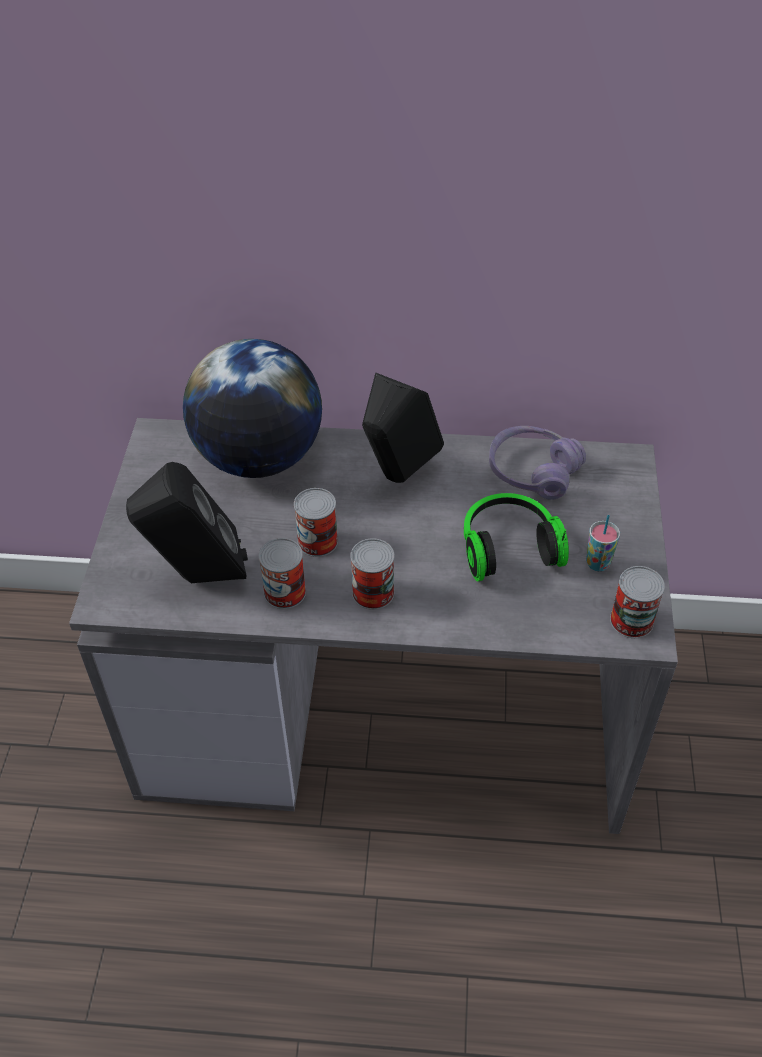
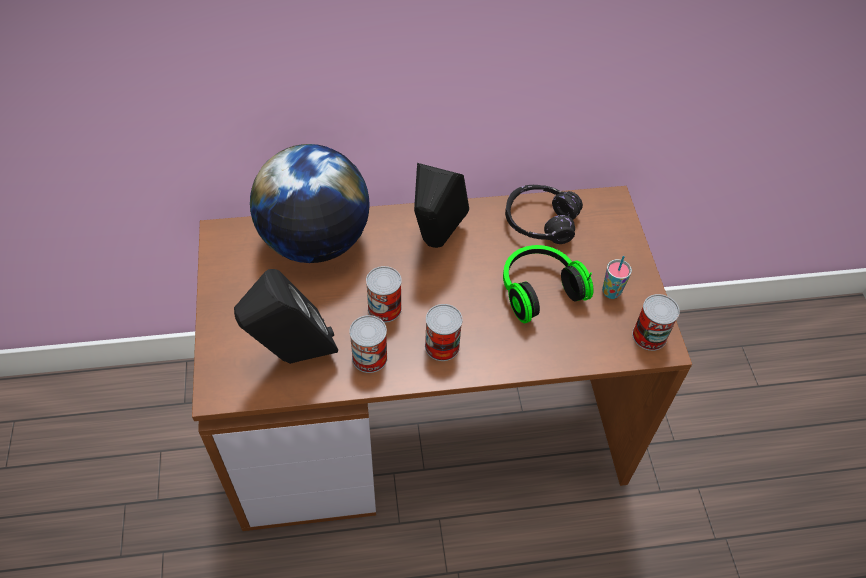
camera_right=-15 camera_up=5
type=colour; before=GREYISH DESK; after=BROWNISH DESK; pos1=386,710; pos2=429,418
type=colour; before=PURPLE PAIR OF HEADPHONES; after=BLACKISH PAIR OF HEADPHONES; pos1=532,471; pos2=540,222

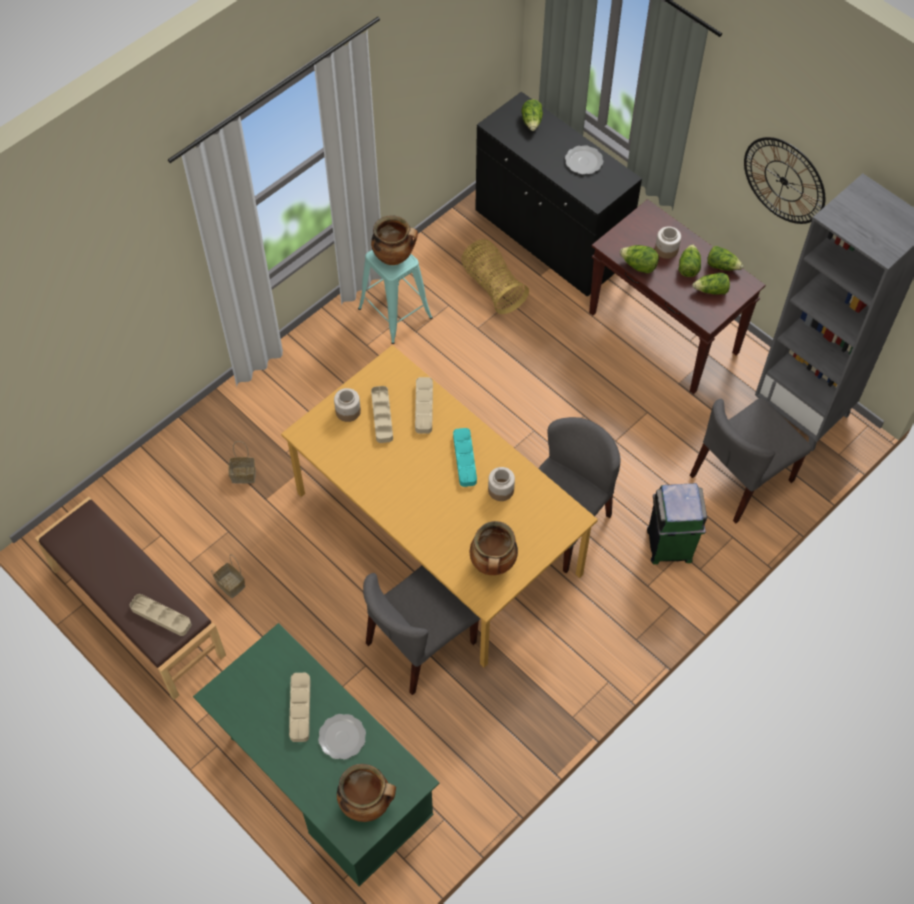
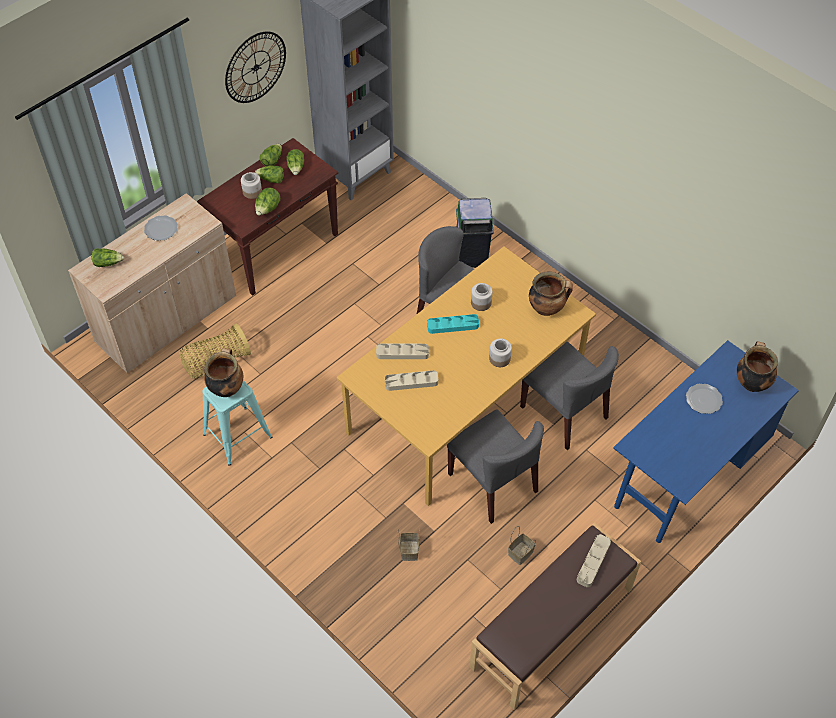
camera_right=-90 camera_up=-5
type=colour; before=BLACKISH STORAGE CABINET; after=BEIGE STORAGE CABINET; pos1=550,238; pos2=167,320
type=relocated; before=GREYISH UPRIGHT CHAIR; pos1=741,479; pos2=493,483
type=relocated; before=PRESERVE JAR; pos1=347,411; pos2=499,359
type=colour; before=GREEN DESK; after=BLUE DESK; pos1=324,783; pos2=687,474
type=missing; before=BEIGE TRAY; pos1=300,708

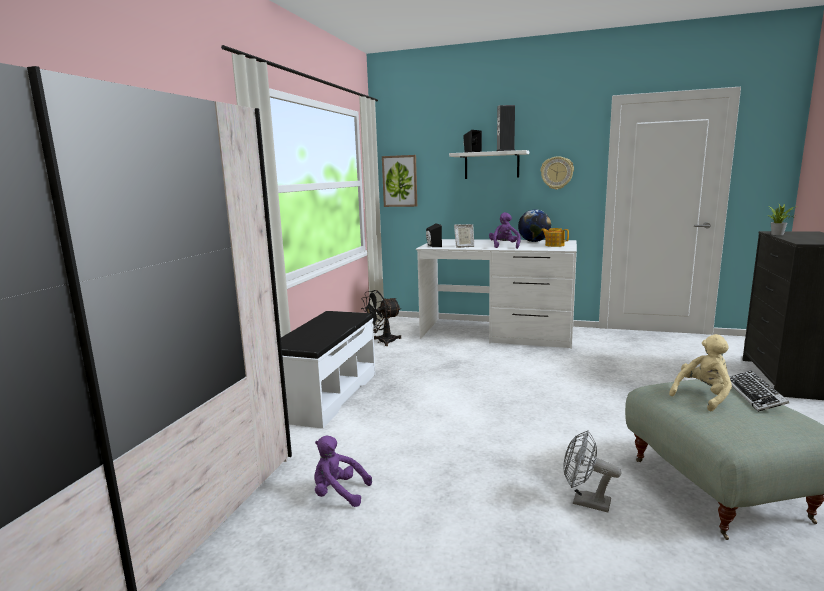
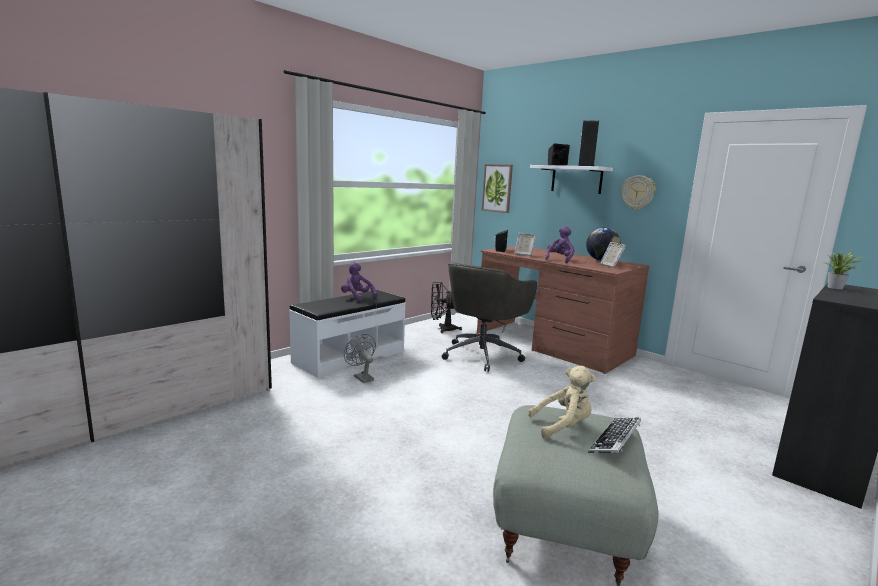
camera_right=25 camera_up=0
type=relocated; before=PURPLE PLUSH TOY; pos1=338,493; pos2=357,297
type=relocated; before=GREYISH FAN; pos1=585,502; pos2=361,377
type=appeared; after=GREYISH OFFICE CHAIR; pos2=483,354
type=colour; before=WHITE-COLOURED DESK; after=BROWNISH DESK; pos1=497,332; pos2=552,344
type=exchanged; before=TEAPOT; after=PHOTO FRAME; pos1=554,245; pos2=610,266

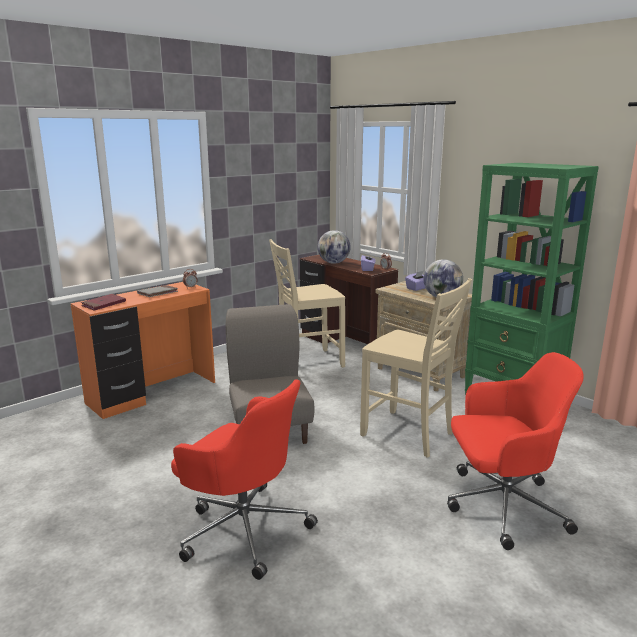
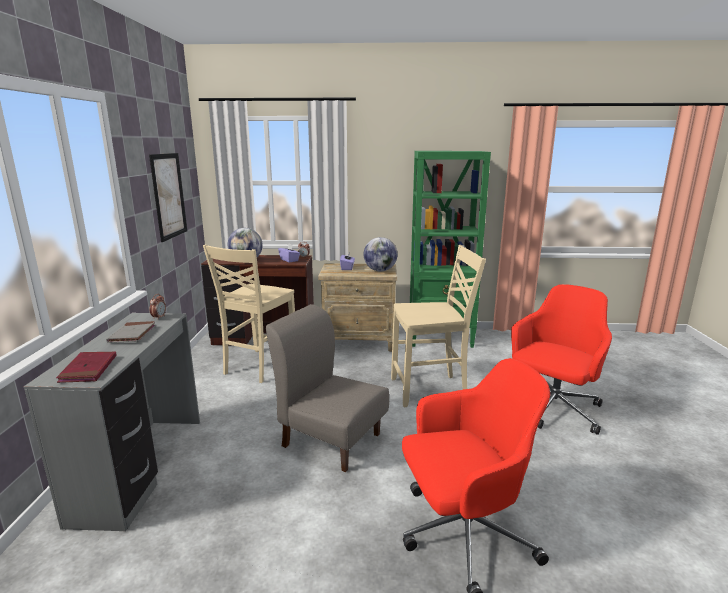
camera_right=-45 camera_up=0
type=colour; before=ORANGEY DESK; after=GREYISH DESK; pos1=153,393; pos2=143,467
type=appeared; after=PICTURE; pos2=169,196

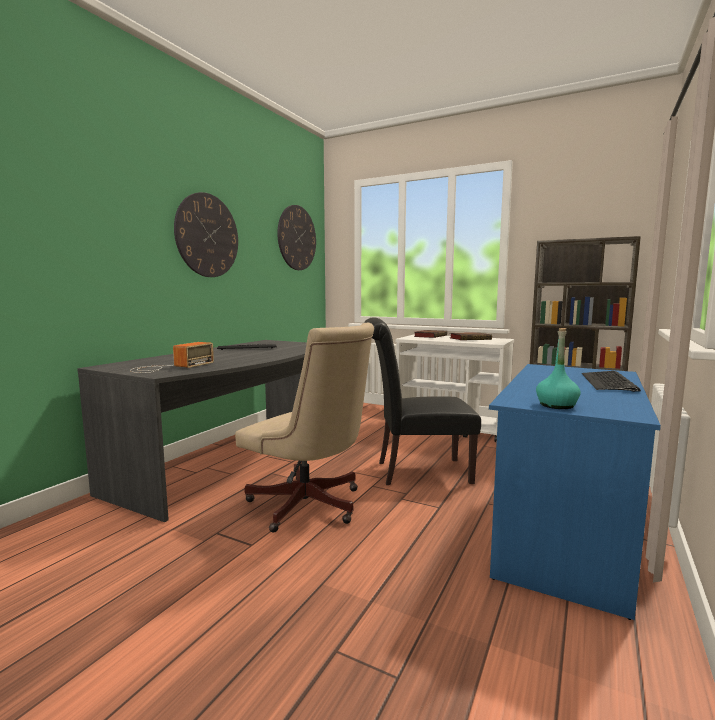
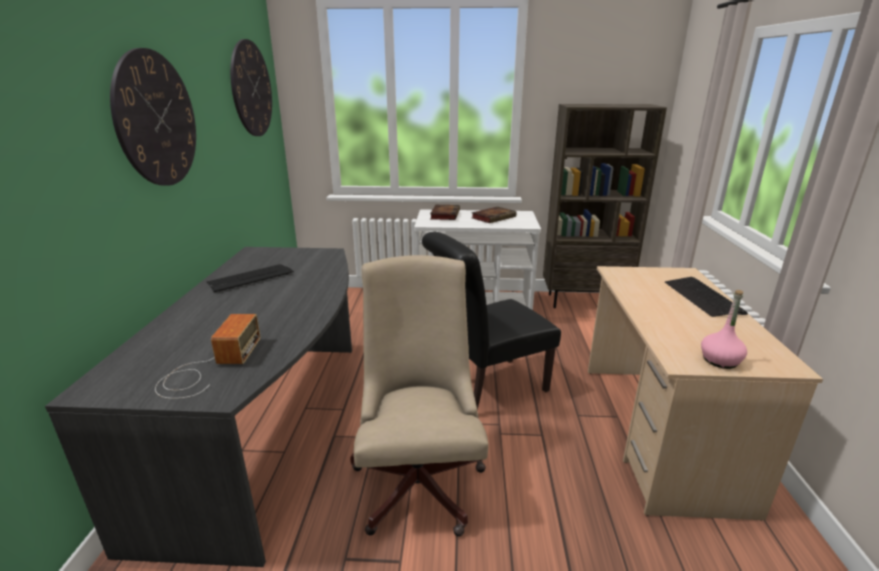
camera_right=-25 camera_up=15
type=spun; before=BEIGE OFFICE CHAIR; pos1=310,507; pos2=420,477; turn=-105
type=colour; before=BLUE DESK; after=BEIGE DESK; pos1=565,531; pos2=658,432
type=colour; before=TURQUOISE BEVERAGE BOTTLE; after=PINKISH BEVERAGE BOTTLE; pos1=556,405; pos2=720,360

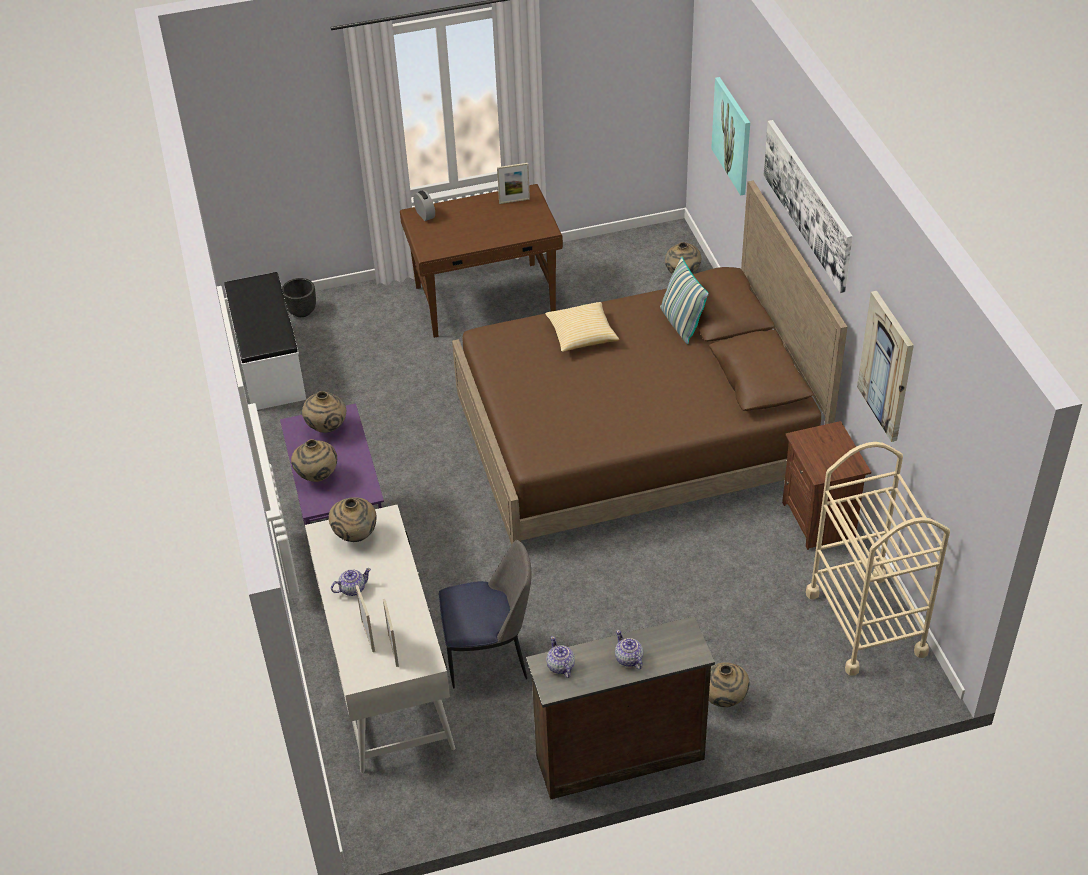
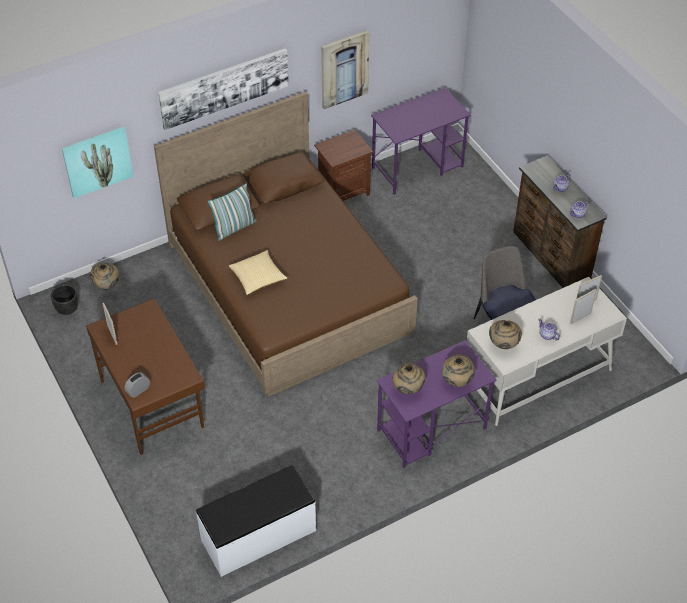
camera_right=-105 camera_up=5
type=relocated; before=BLACKISH PLANT POT; pos1=302,311; pos2=67,309
type=exchanged; before=BEIGE WHEELED CART; after=PURPLE DESK; pos1=865,623; pos2=418,167
type=missing; before=BEIGE FLOWER VASE; pos1=723,700

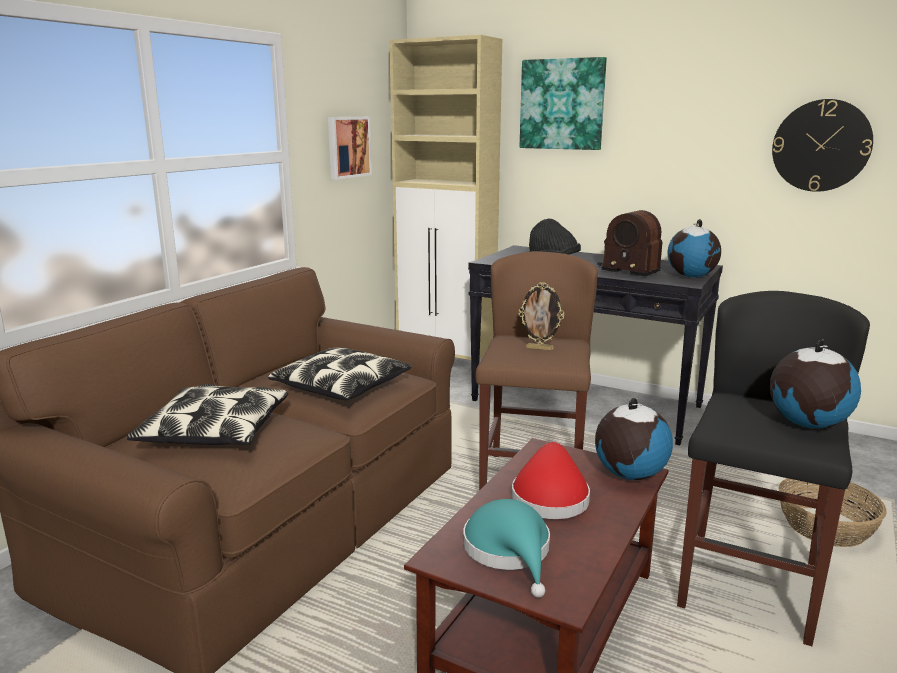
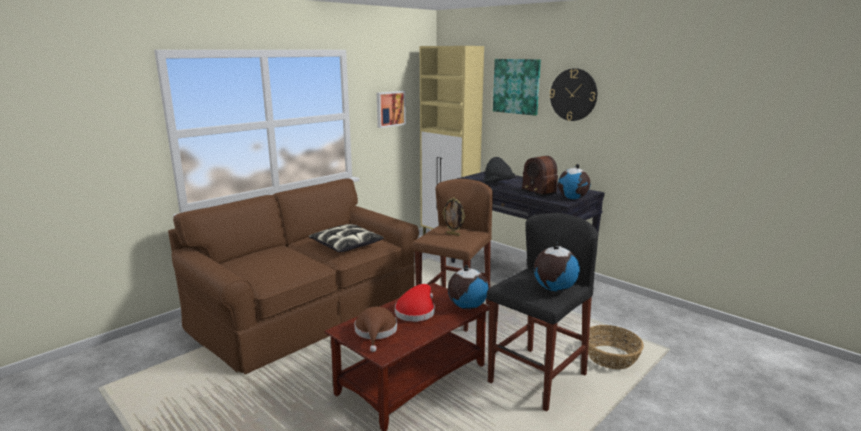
camera_right=15 camera_up=0
type=colour; before=TURQUOISE CLOTHING HAT; after=BROWNISH CLOTHING HAT; pos1=509,551; pos2=376,332
type=relocated; before=HANGING CLOCK; pos1=821,145; pos2=573,94
type=missing; before=CUSHION; pos1=214,431

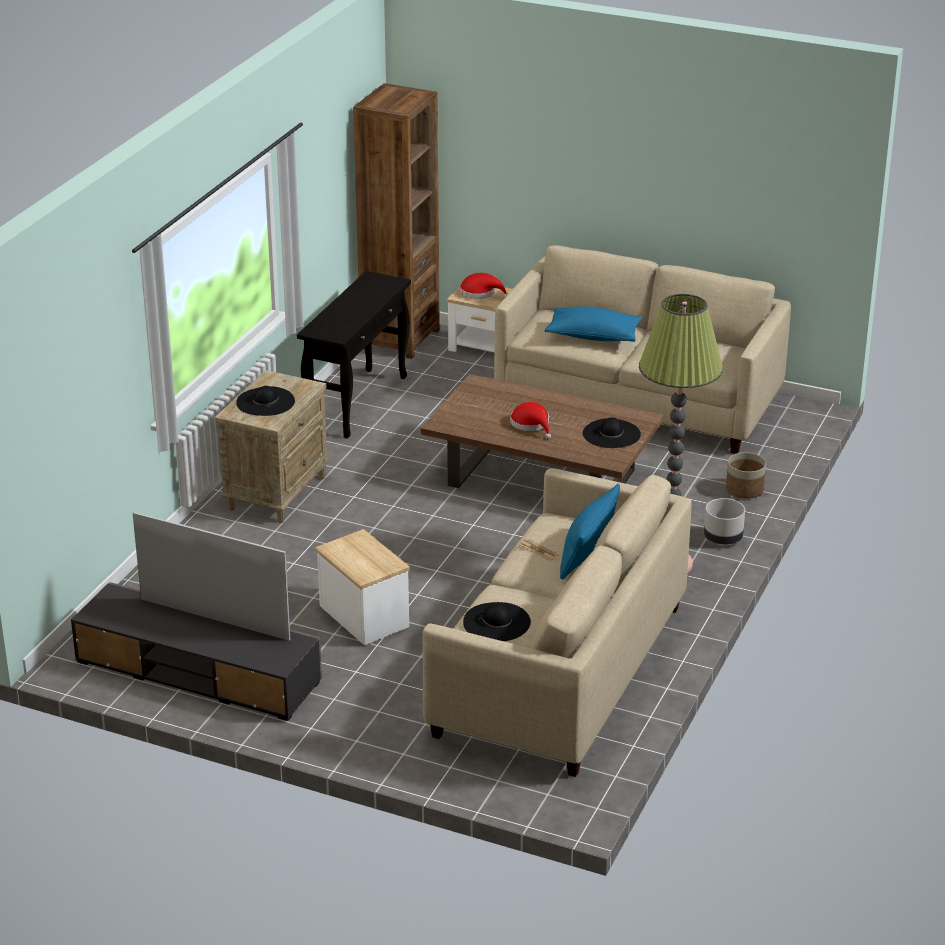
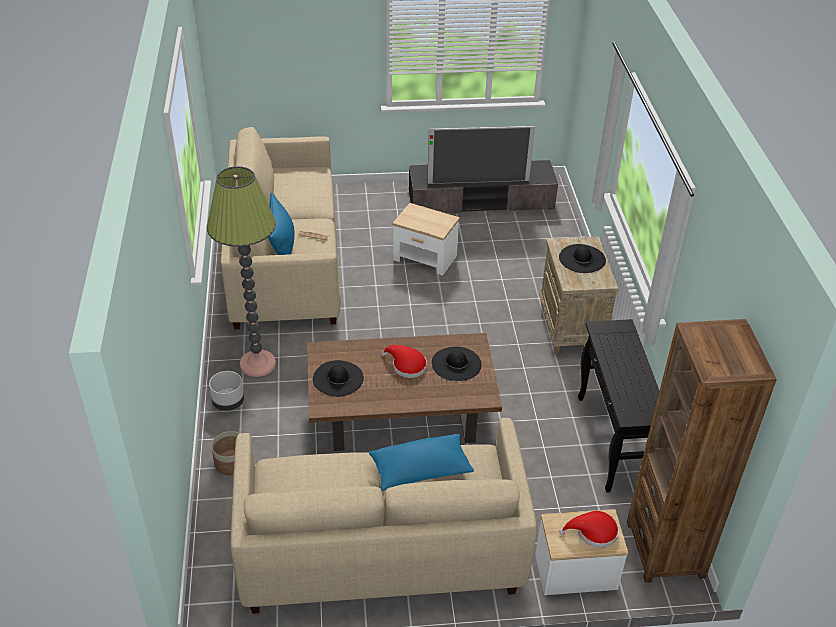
camera_right=150 camera_up=10
type=relocated; before=BLACKISH CLOTHING HAT; pos1=497,622; pos2=456,364

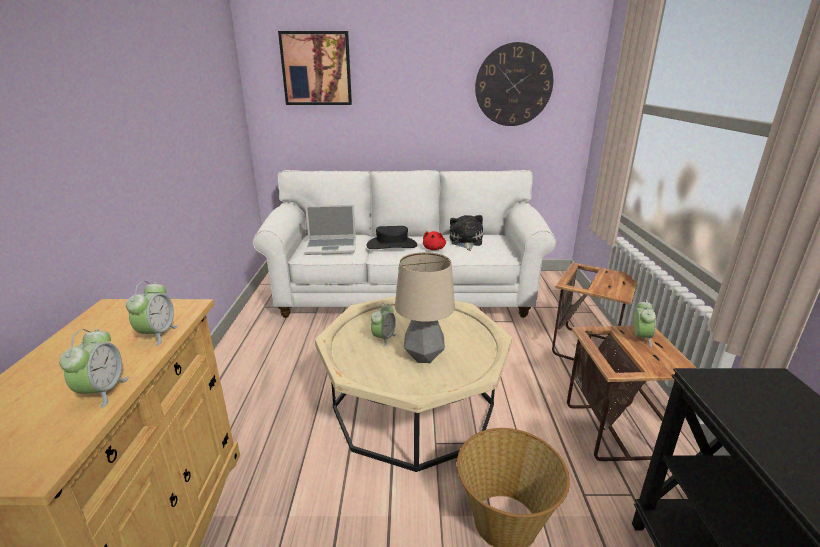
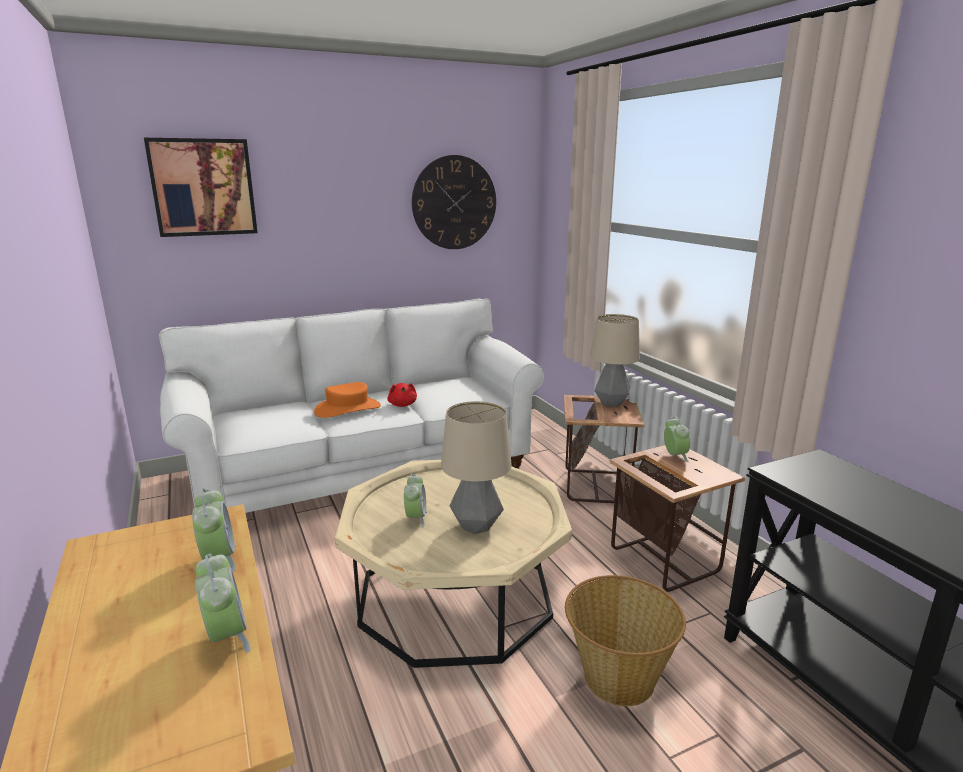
camera_right=-25 camera_up=-5
type=colour; before=BLACKISH CLOTHING HAT; after=ORANGEY CLOTHING HAT; pos1=392,245; pos2=348,409
type=appeared; after=LAMP FOR A TABLE; pos2=611,403
type=missing; before=LAPTOP; pos1=332,247
type=missing; before=PLUSH TOY; pos1=465,241

